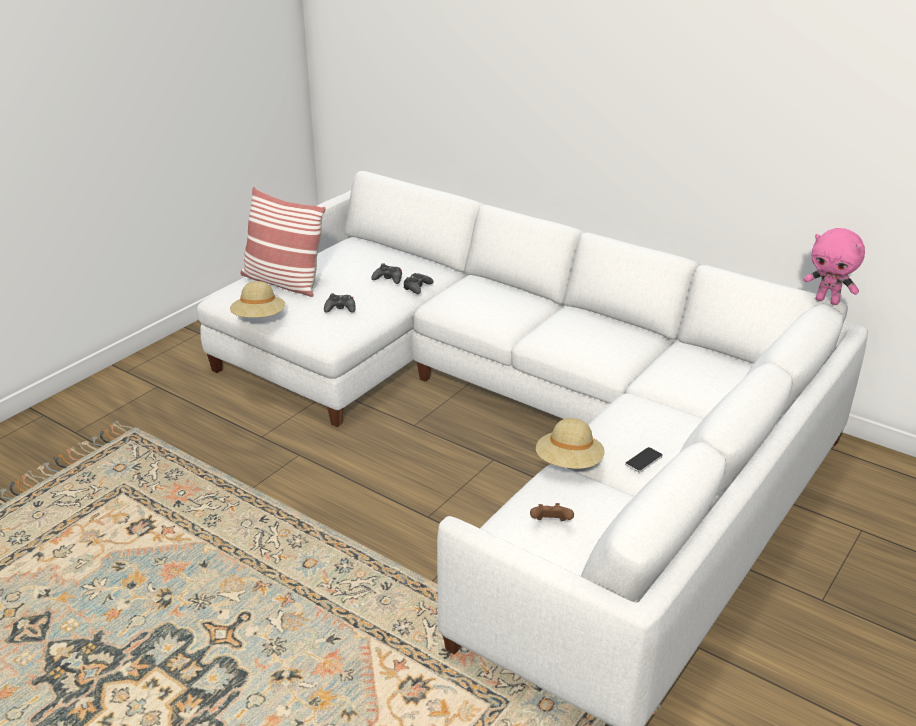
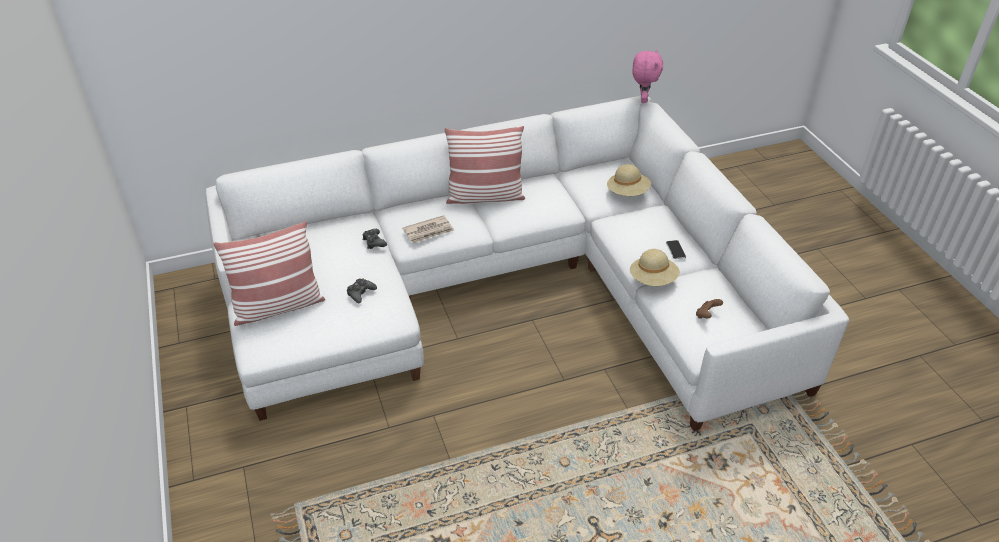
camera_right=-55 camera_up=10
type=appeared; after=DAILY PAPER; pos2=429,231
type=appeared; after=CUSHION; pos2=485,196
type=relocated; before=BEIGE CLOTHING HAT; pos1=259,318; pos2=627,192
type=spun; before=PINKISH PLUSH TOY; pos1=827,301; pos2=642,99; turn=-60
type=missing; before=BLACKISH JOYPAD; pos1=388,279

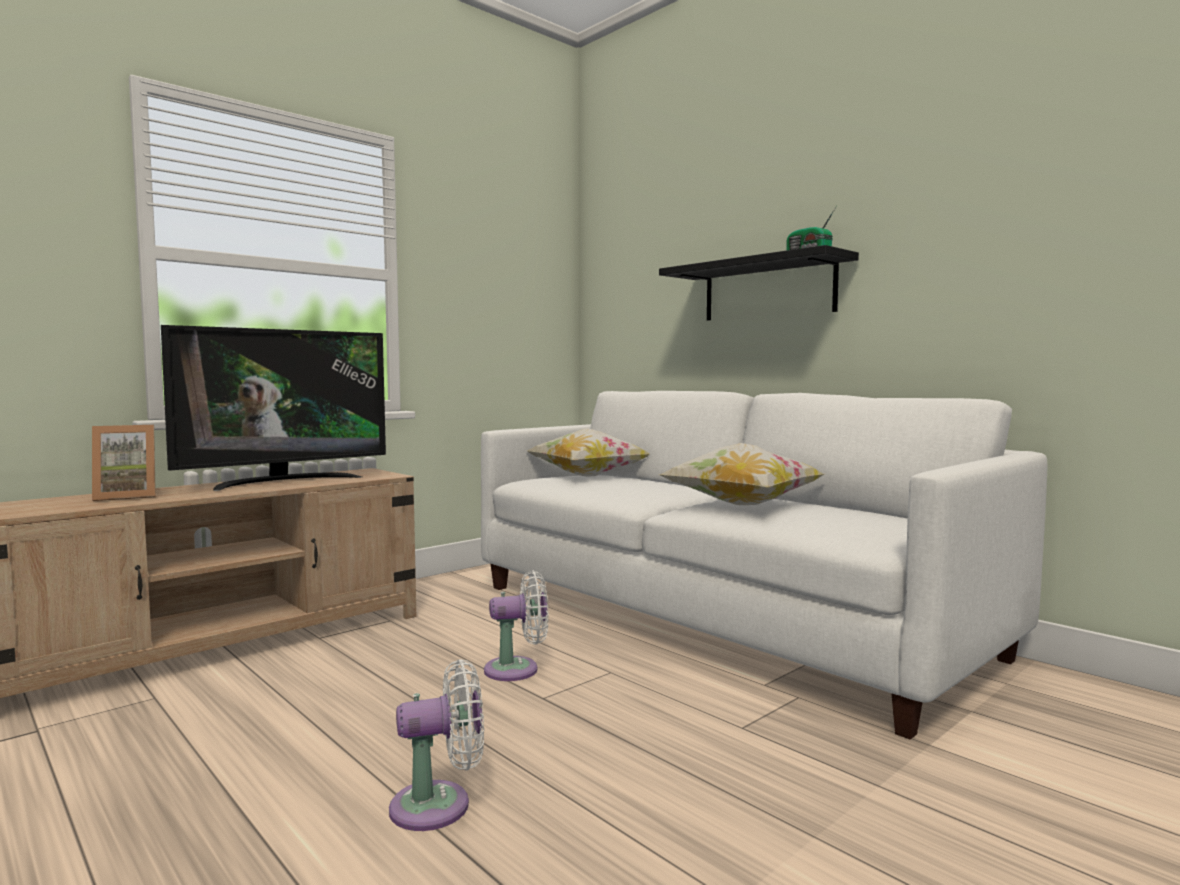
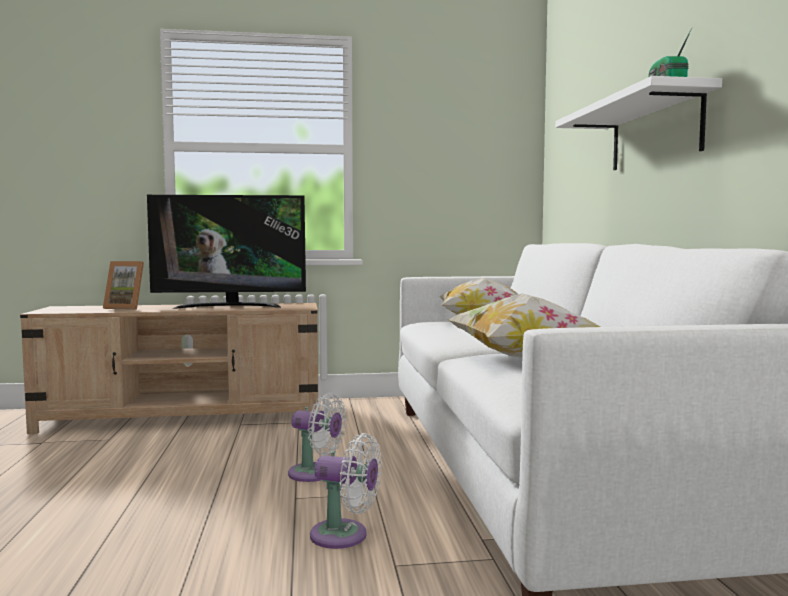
camera_right=35 camera_up=0
type=relocated; before=WHITE-COLOURED FAN; pos1=439,805; pos2=345,536
type=colour; before=BLACKISH SHELF; after=WHITE-COLOURED SHELF; pos1=768,290; pos2=654,132

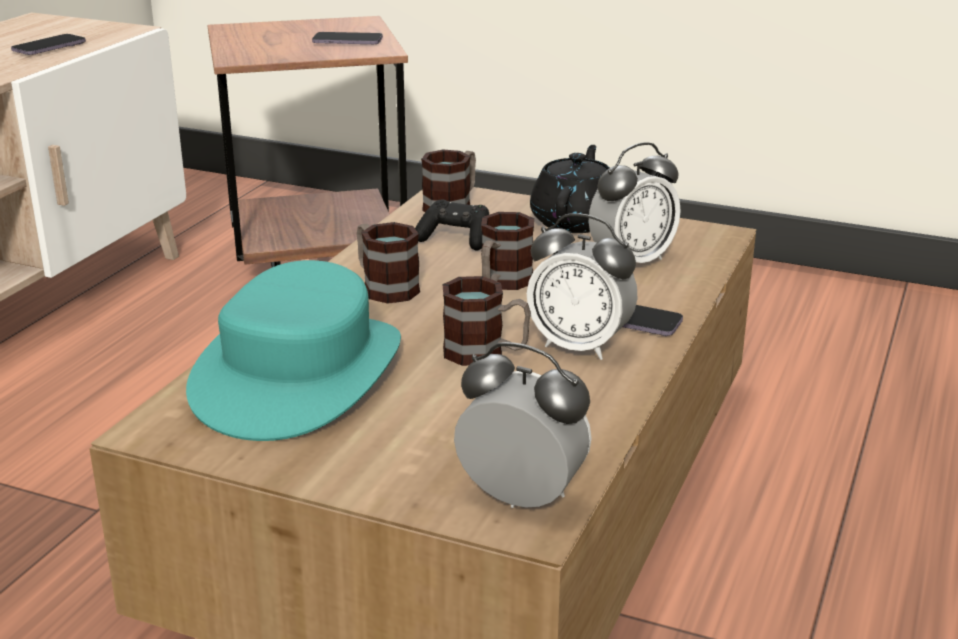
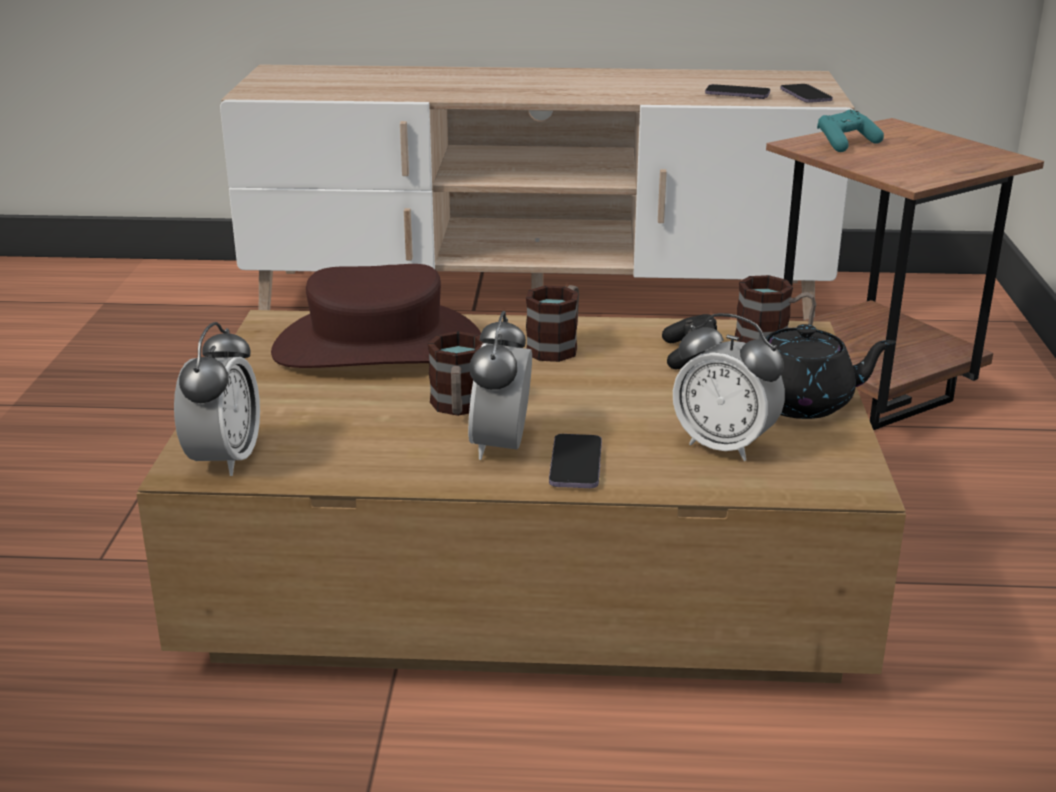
camera_right=70 camera_up=0
type=colour; before=TURQUOISE CLOTHING HAT; after=BROWNISH CLOTHING HAT; pos1=299,374; pos2=377,347
type=relocated; before=PHONE; pos1=347,41; pos2=805,96
type=appeared; after=TURQUOISE JOYPAD; pos2=846,144
type=missing; before=TEA MUG; pos1=502,283

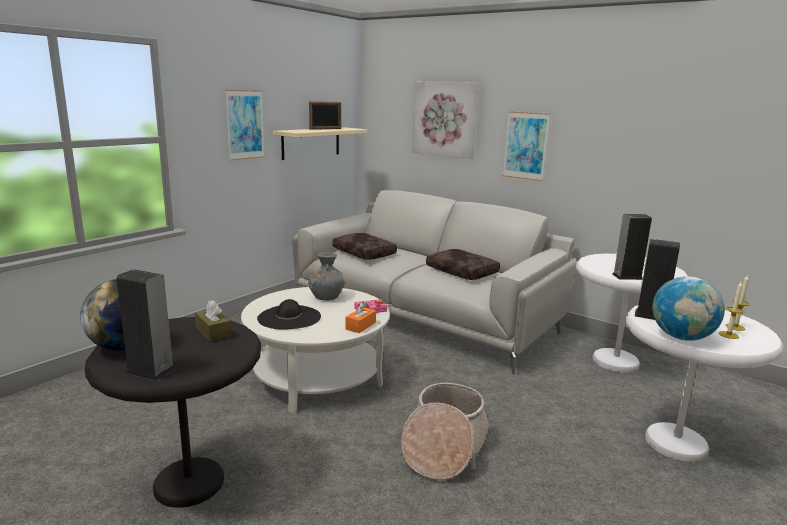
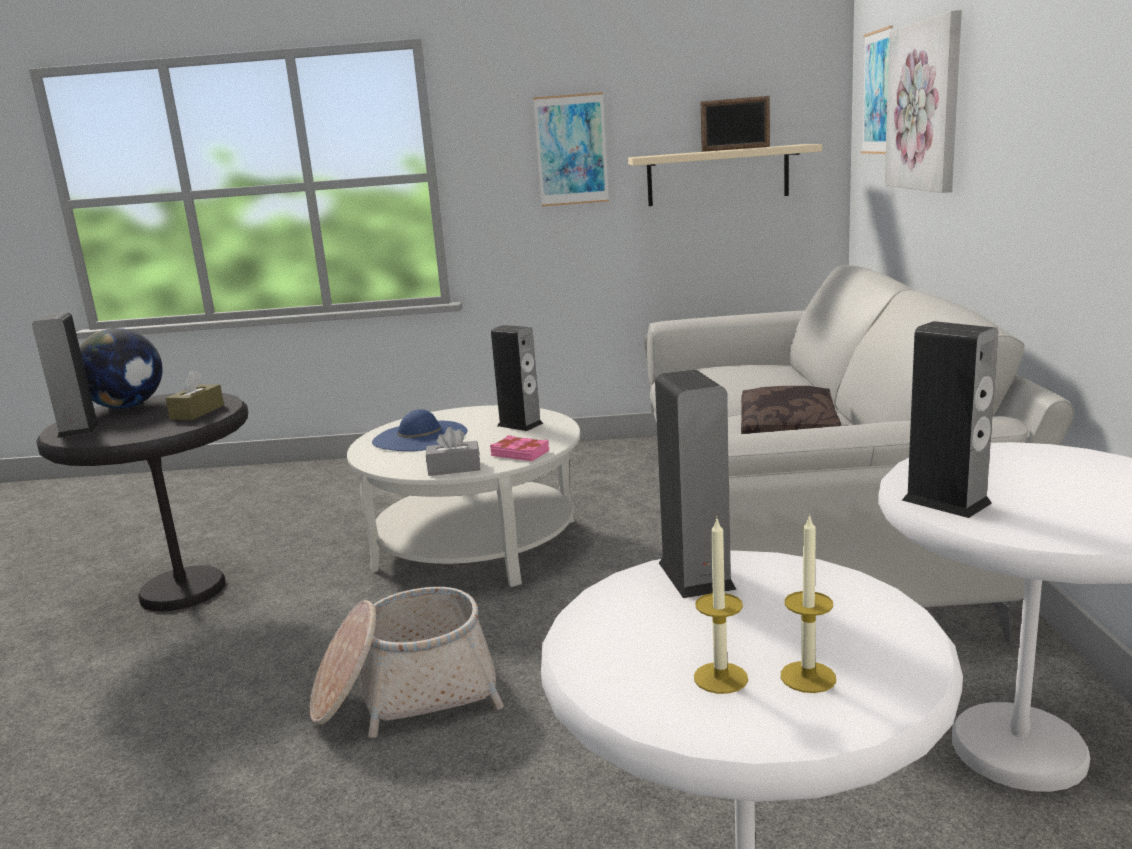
camera_right=55 camera_up=0
type=colour; before=BLACKISH CLOTHING HAT; after=BLUE CLOTHING HAT; pos1=289,317; pos2=420,437
type=colour; before=ORANGEY BOX OF TISSUES; after=GREYISH BOX OF TISSUES; pos1=360,326; pos2=454,468
type=exchanged; before=GREYISH FLOWER VASE; after=SPEAKER; pos1=326,297; pos2=520,424
type=relocated; before=PICTURE; pos1=525,146; pos2=877,93
type=missing; before=BROWNISH CUSHION; pos1=365,253
type=missing; before=DESK GLOBE; pos1=681,337

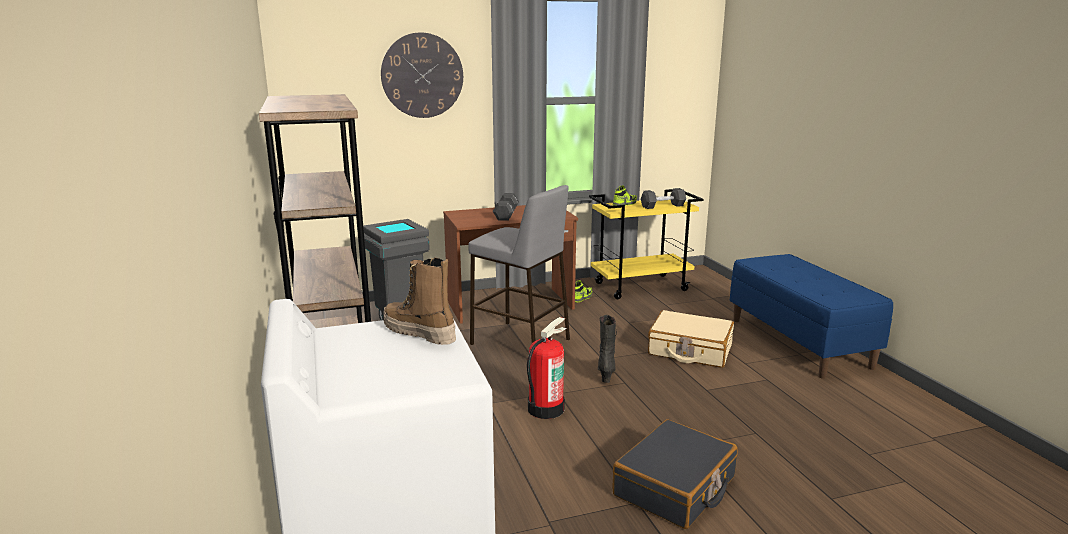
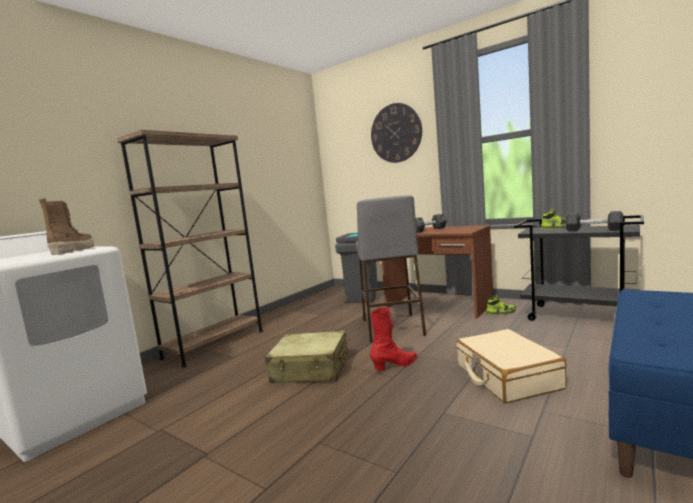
camera_right=55 camera_up=-10
type=exchanged; before=EXTINGUISHER; after=BEIGE PIECE OF LUGGAGE; pos1=545,408; pos2=311,369
type=colour; before=BLACKISH HIGH-TOP BOOT; after=REDDISH HIGH-TOP BOOT; pos1=606,373; pos2=395,365
type=colour; before=YELLOWISH WHEELED CART; after=BLACKISH WHEELED CART; pos1=641,286; pos2=579,316
type=missing; before=BLACKISH PIECE OF LUGGAGE; pos1=675,487

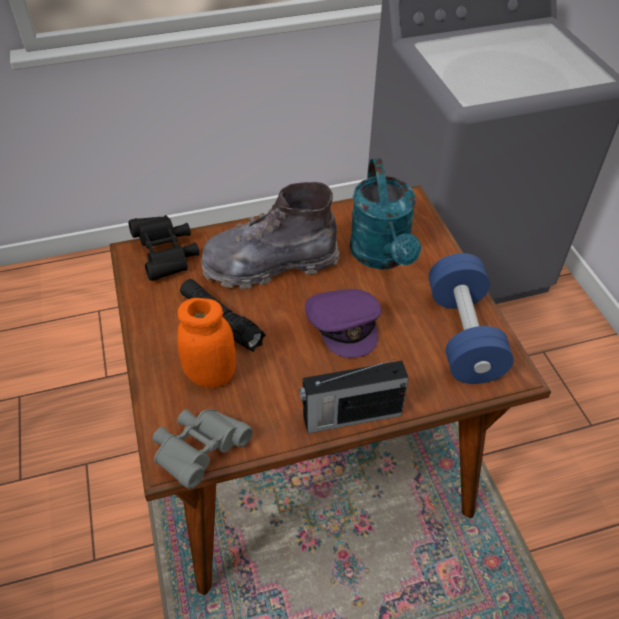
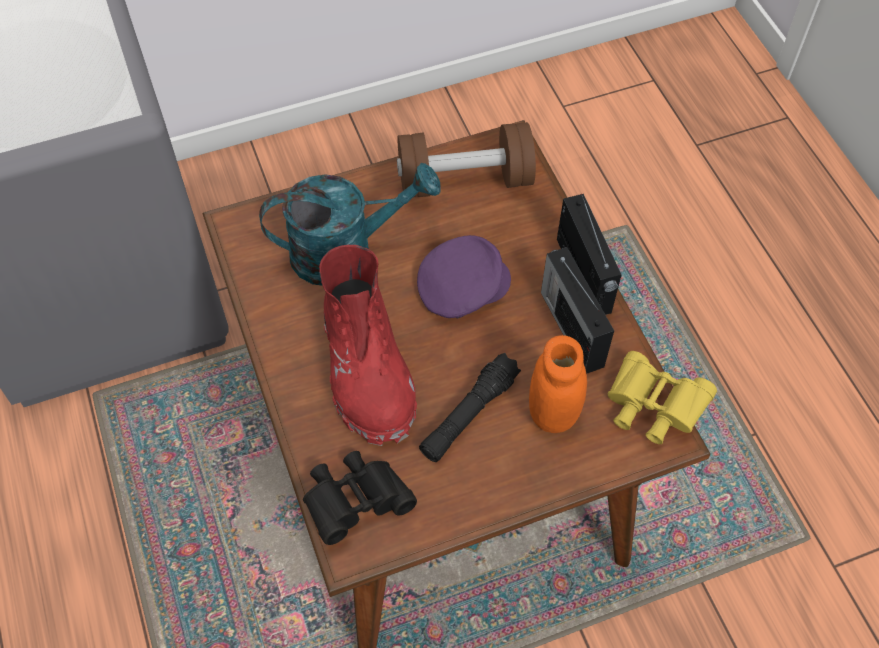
camera_right=-95 camera_up=10
type=colour; before=GREYISH HIGH-TOP BOOT; after=REDDISH HIGH-TOP BOOT; pos1=270,265; pos2=367,372
type=colour; before=BLUE DUMBBELL; after=BROWNISH DUMBBELL; pos1=463,335; pos2=464,180
type=appeared; after=RADIO RECEIVER; pos2=571,327
type=colour; before=GREYISH BINOCULARS; after=YELLOWISH BINOCULARS; pos1=200,451; pos2=651,408

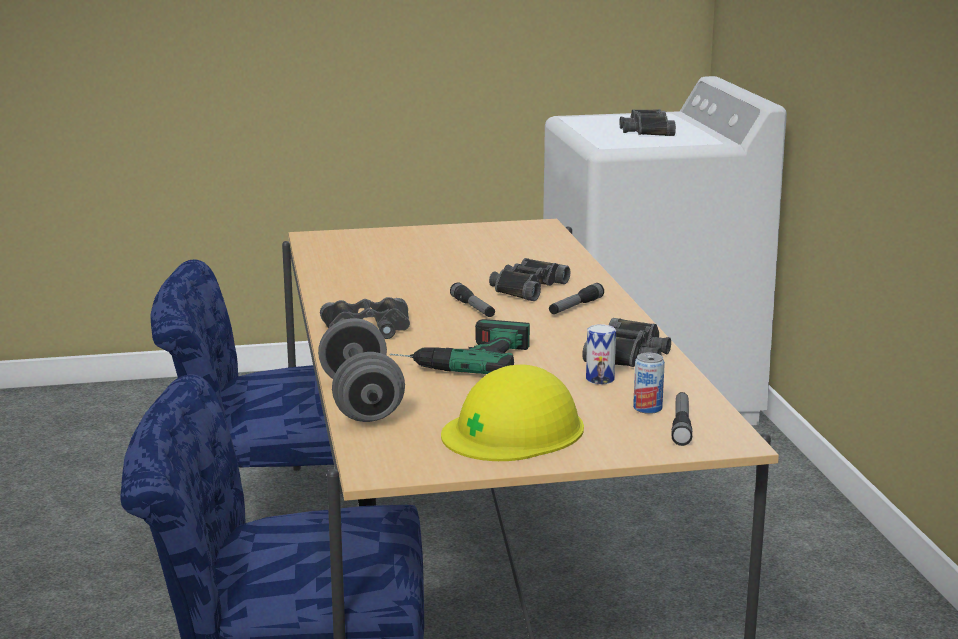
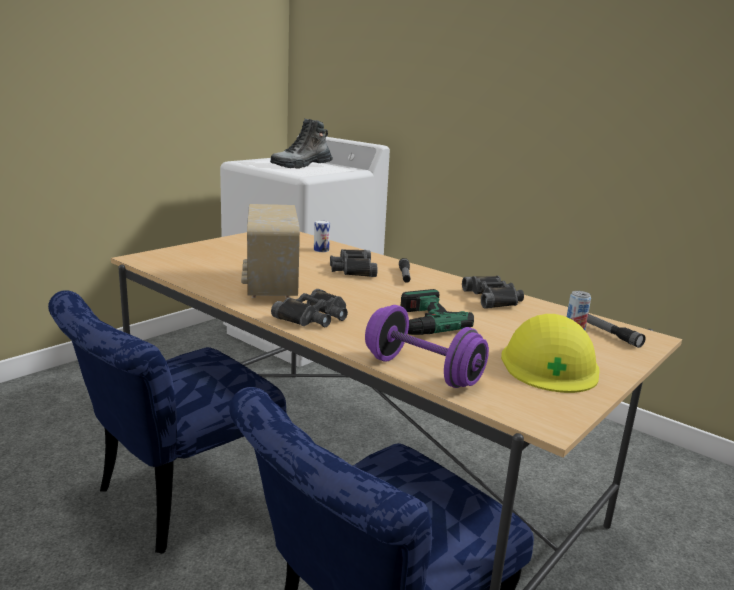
camera_right=-40 camera_up=0
type=appeared; after=RADIO RECEIVER; pos2=270,285
type=exchanged; before=BLACKISH BINOCULARS; after=HIGH-TOP BOOT; pos1=646,131; pos2=301,166
type=relocated; before=SEALED CAN; pos1=600,379; pos2=321,250
type=colour; before=GREYISH DUMBBELL; after=PURPLE DUMBBELL; pos1=361,401; pos2=422,371
type=missing; before=HAND TORCH; pos1=473,308

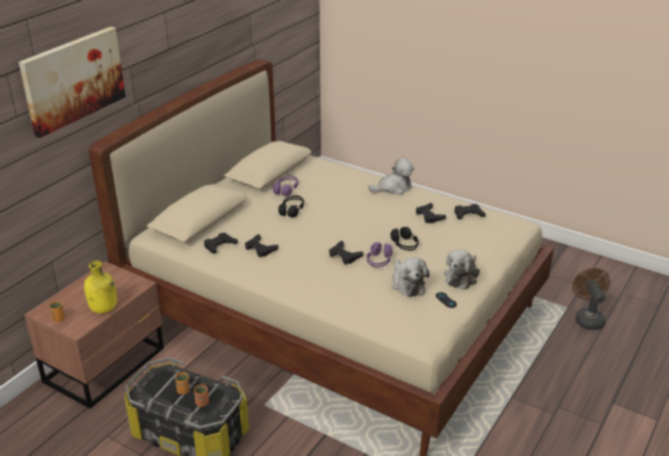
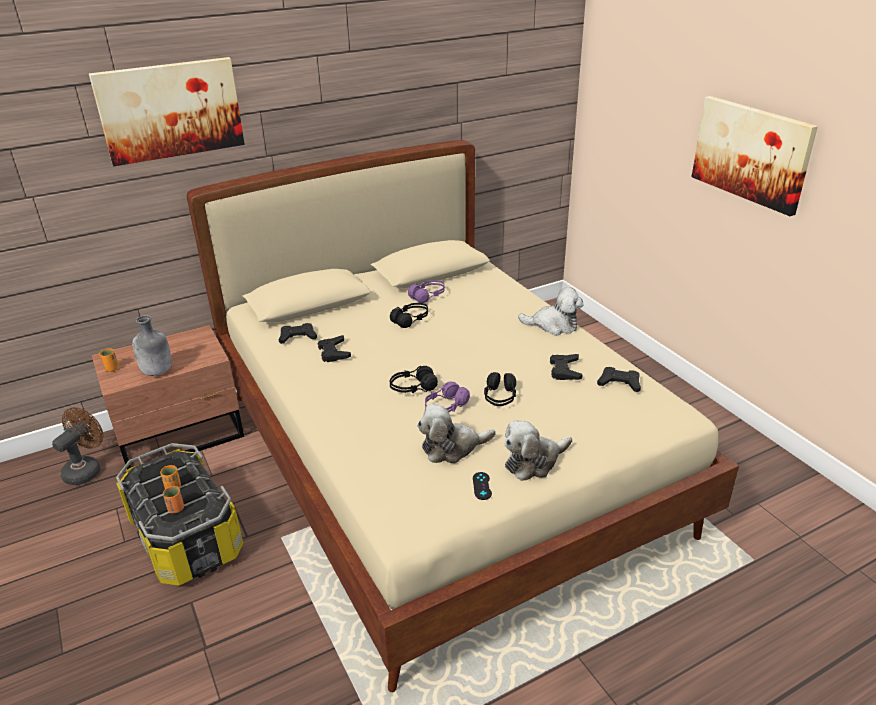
camera_right=30 camera_up=0
type=relocated; before=BROWNISH FAN; pos1=587,318; pos2=86,469
type=colour; before=YELLOWISH BEVERAGE BOTTLE; after=GREYISH BEVERAGE BOTTLE; pos1=104,309; pos2=157,372
type=exchanged; before=BLACKISH JOYPAD; after=BLACKISH PAIR OF HEADPHONES; pos1=344,255; pos2=413,388
type=spun; before=PLUSH TOY; pos1=407,284; pos2=452,448; turn=60
type=appeared; after=PICTURE; pos2=751,153

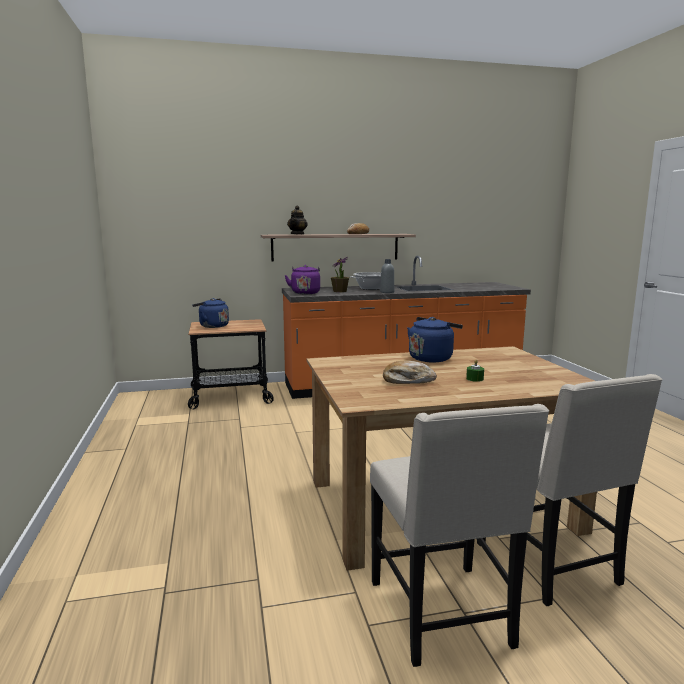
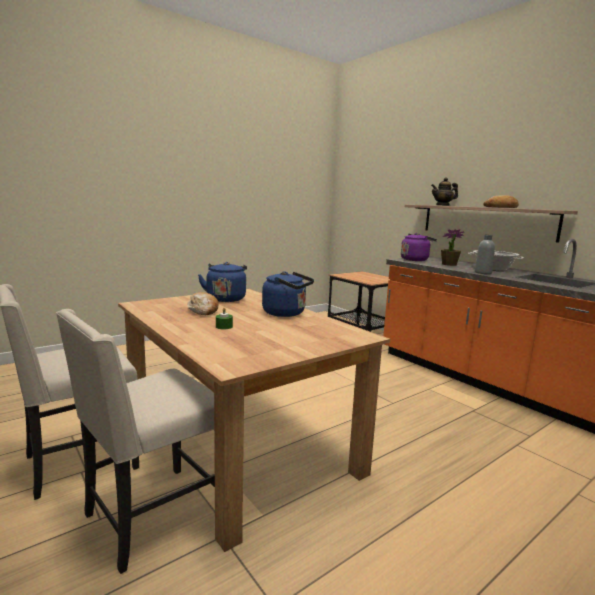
camera_right=65 camera_up=0
type=relocated; before=BLUE KETTLE; pos1=212,326; pos2=226,298

